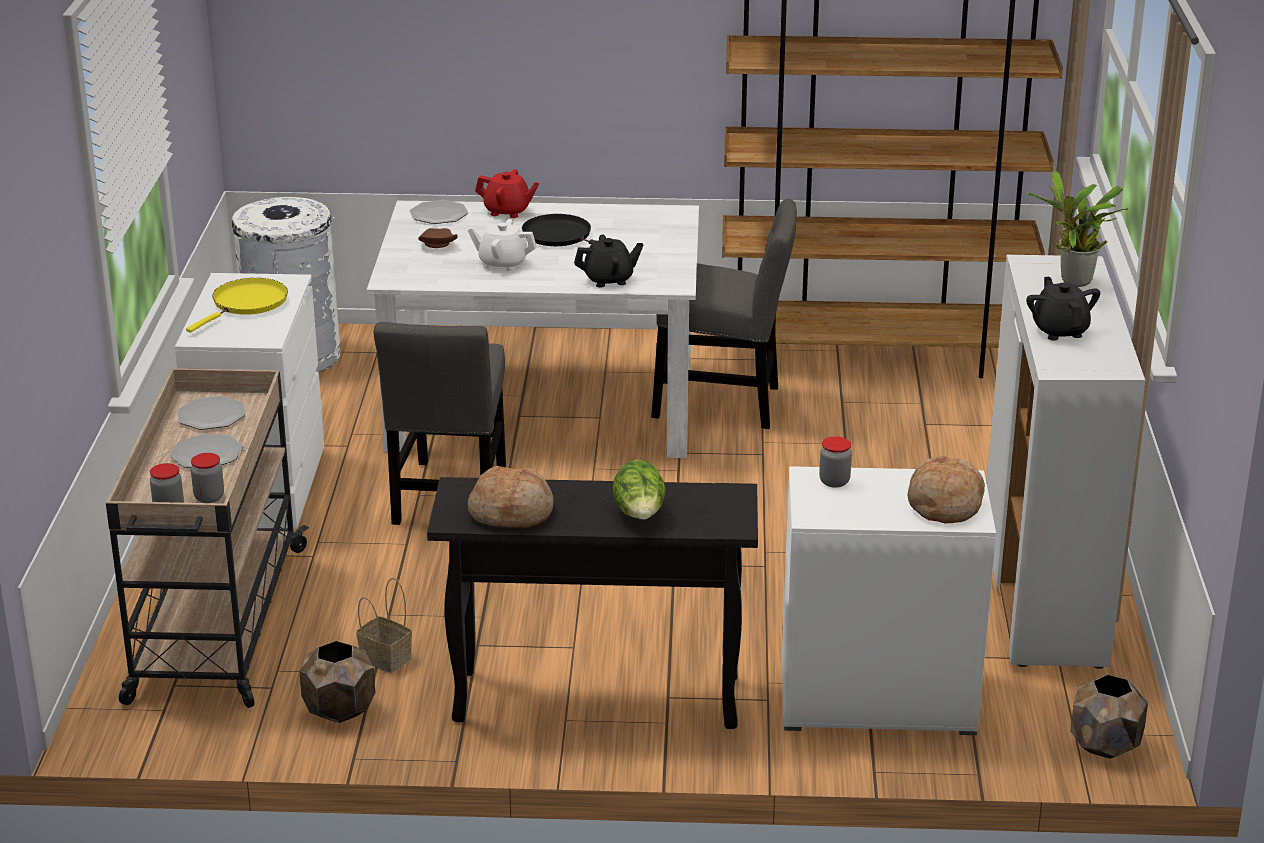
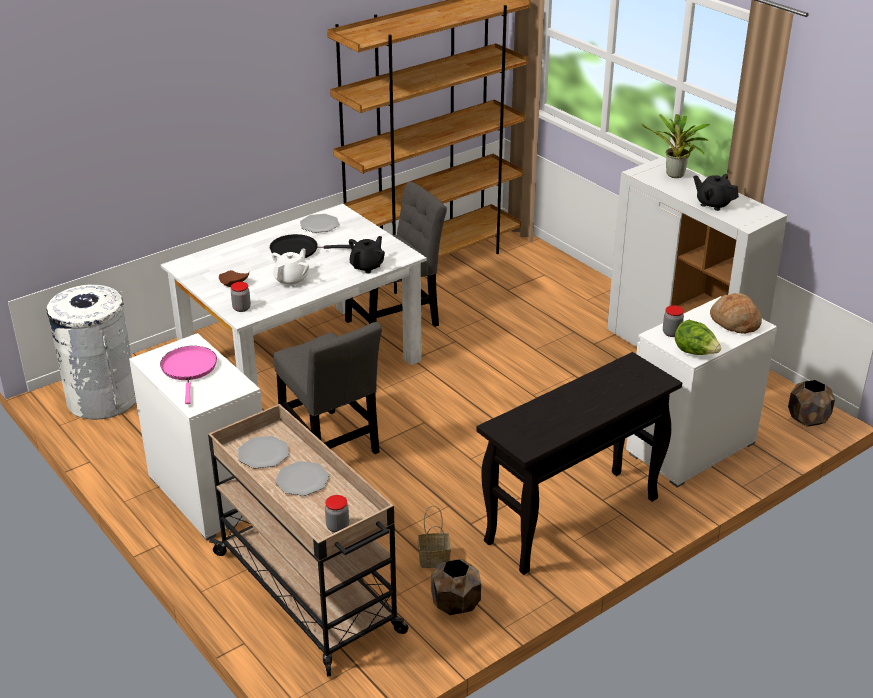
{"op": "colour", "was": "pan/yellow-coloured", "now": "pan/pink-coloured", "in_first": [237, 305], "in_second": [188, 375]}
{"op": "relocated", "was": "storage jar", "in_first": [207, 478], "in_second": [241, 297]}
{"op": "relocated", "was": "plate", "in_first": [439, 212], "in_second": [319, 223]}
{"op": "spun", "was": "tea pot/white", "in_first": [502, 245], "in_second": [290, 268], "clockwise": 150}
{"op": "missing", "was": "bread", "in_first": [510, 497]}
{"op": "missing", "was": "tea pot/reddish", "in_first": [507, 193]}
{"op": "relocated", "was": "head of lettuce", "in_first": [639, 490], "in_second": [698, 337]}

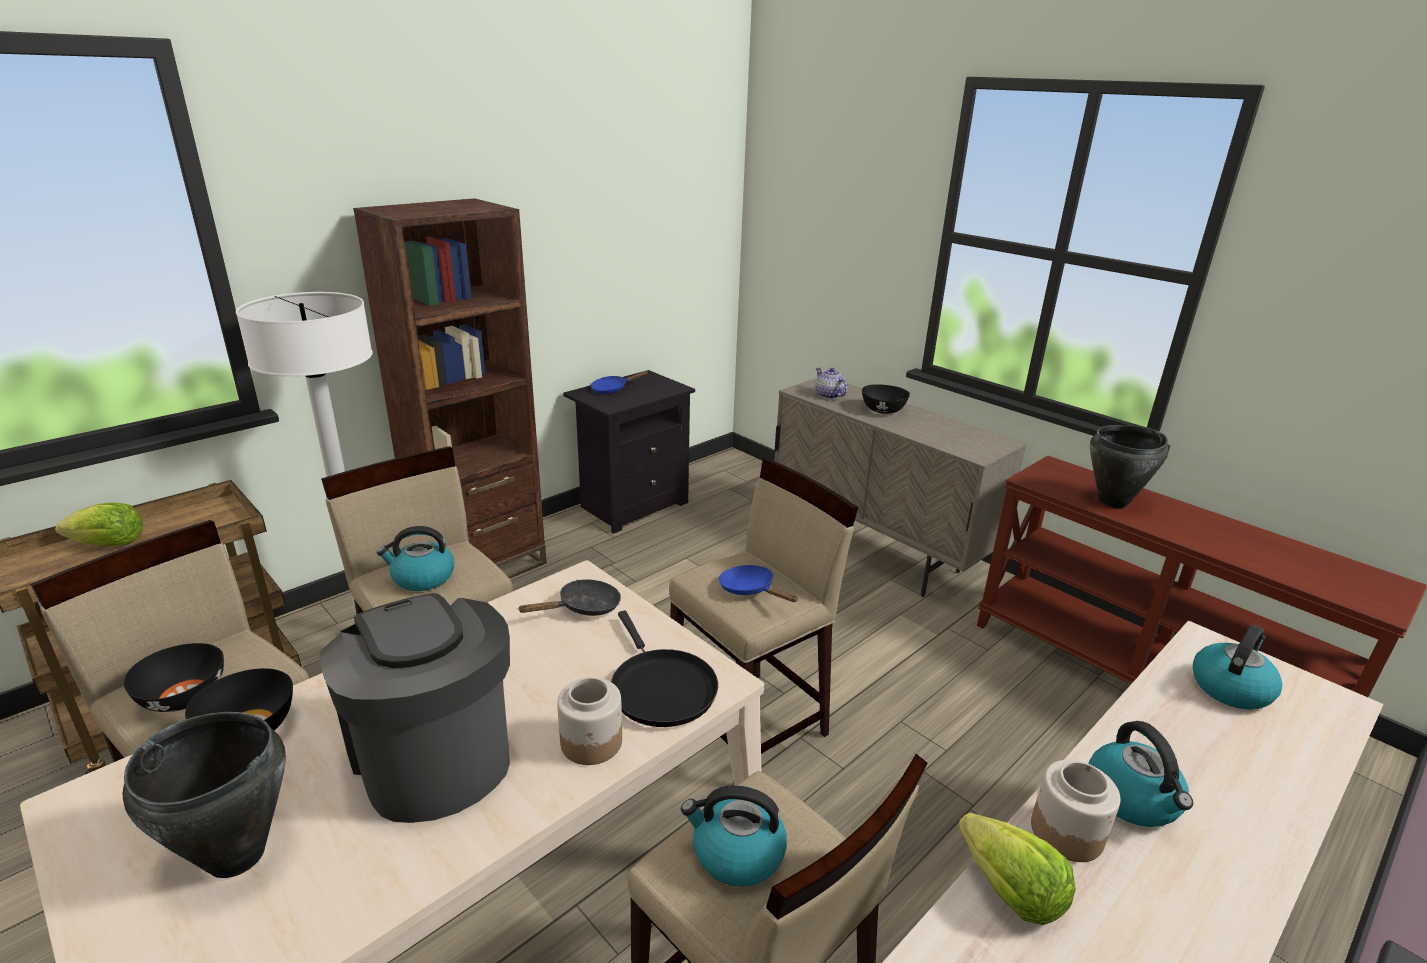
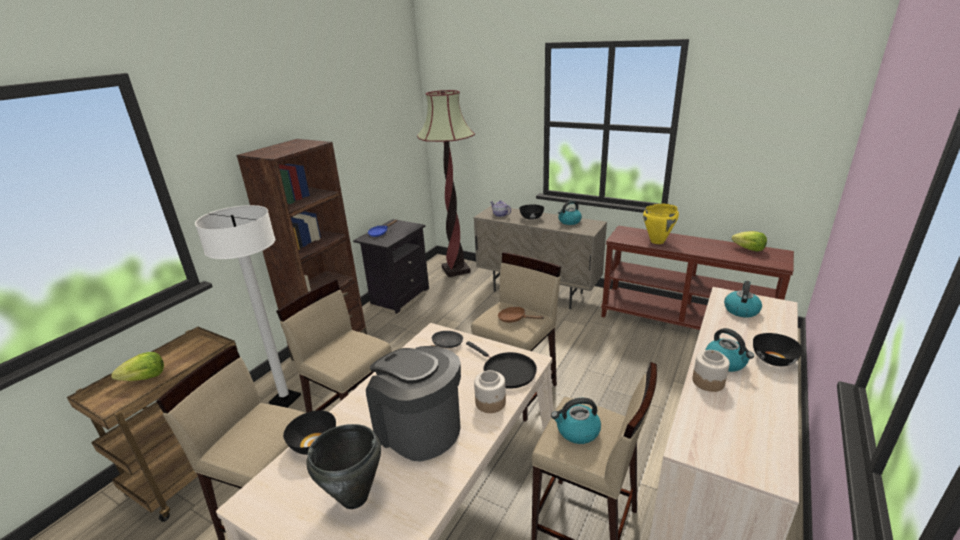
{"op": "relocated", "was": "deep dish/black", "in_first": [174, 677], "in_second": [778, 349]}
{"op": "relocated", "was": "kettle", "in_first": [415, 558], "in_second": [570, 212]}
{"op": "colour", "was": "pan/bluish", "now": "pan/brownish", "in_first": [758, 583], "in_second": [521, 315]}
{"op": "relocated", "was": "head of lettuce", "in_first": [1017, 869], "in_second": [749, 241]}
{"op": "colour", "was": "stockpot/black", "now": "stockpot/yellow-coloured", "in_first": [1129, 466], "in_second": [661, 224]}
{"op": "appeared", "now": "standard lamp", "in_second": [446, 183]}

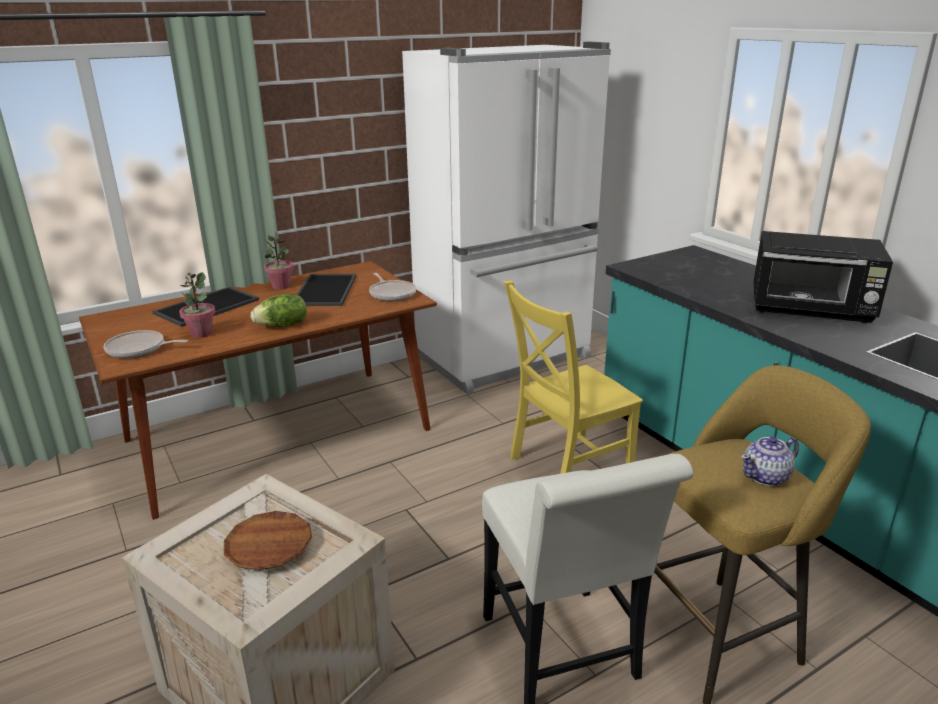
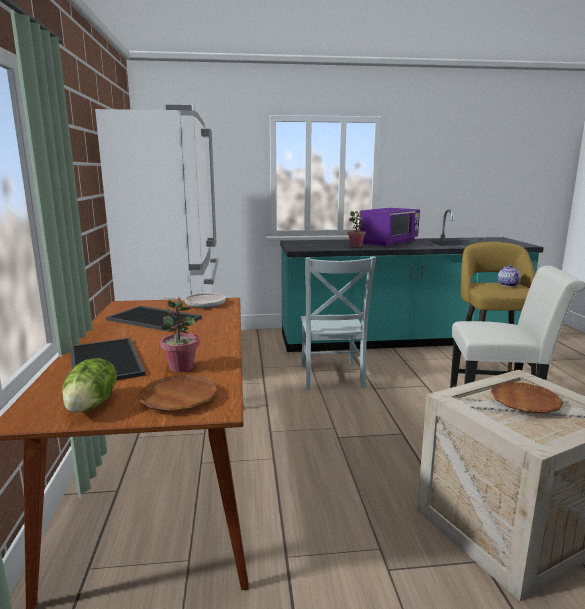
{"op": "exchanged", "was": "pan", "now": "plate/brownish", "in_first": [146, 344], "in_second": [178, 393]}
{"op": "relocated", "was": "head of lettuce", "in_first": [279, 310], "in_second": [89, 385]}
{"op": "relocated", "was": "plant in a pot", "in_first": [279, 261], "in_second": [356, 229]}
{"op": "colour", "was": "plain chair/yellow-coloured", "now": "plain chair/greyish", "in_first": [573, 377], "in_second": [338, 323]}
{"op": "colour", "was": "kitchen microwave/black", "now": "kitchen microwave/purple", "in_first": [823, 277], "in_second": [389, 227]}

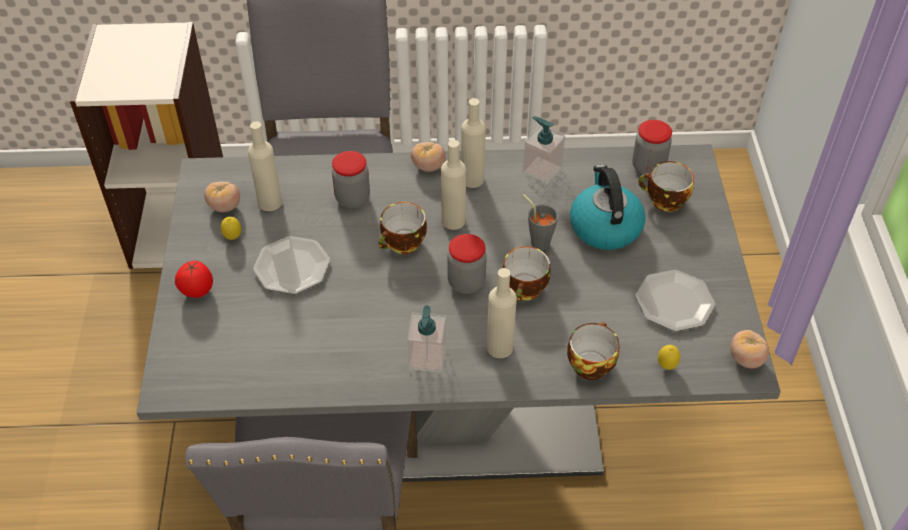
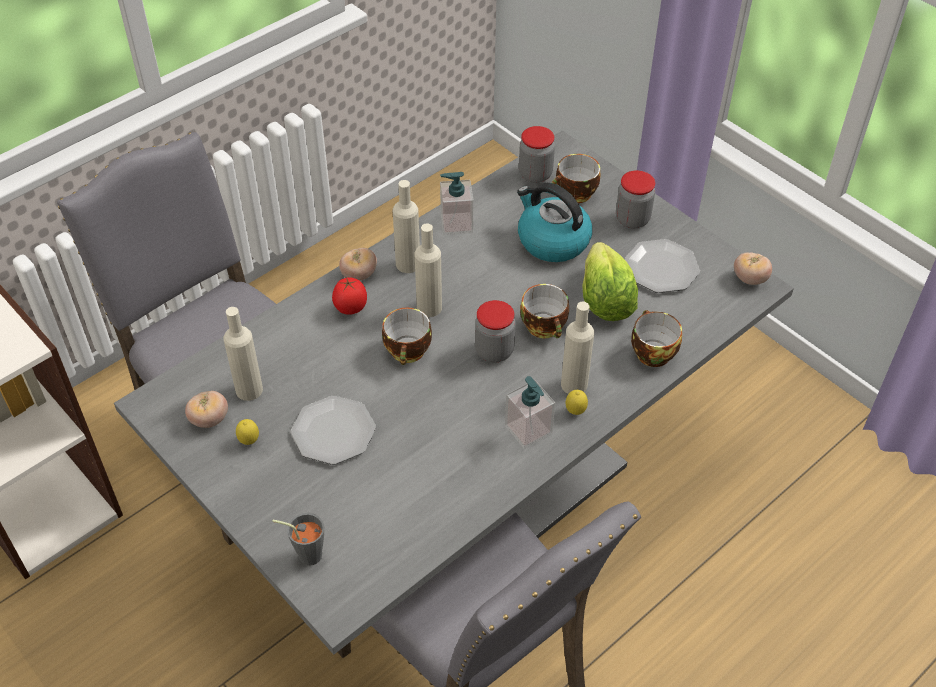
{"op": "relocated", "was": "tomato", "in_first": [194, 279], "in_second": [349, 296]}
{"op": "relocated", "was": "storage jar", "in_first": [351, 179], "in_second": [635, 199]}
{"op": "relocated", "was": "drinking cup/greyish", "in_first": [540, 222], "in_second": [298, 539]}
{"op": "relocated", "was": "whole lemon", "in_first": [669, 357], "in_second": [577, 402]}
{"op": "appeared", "now": "head of lettuce", "in_second": [610, 281]}

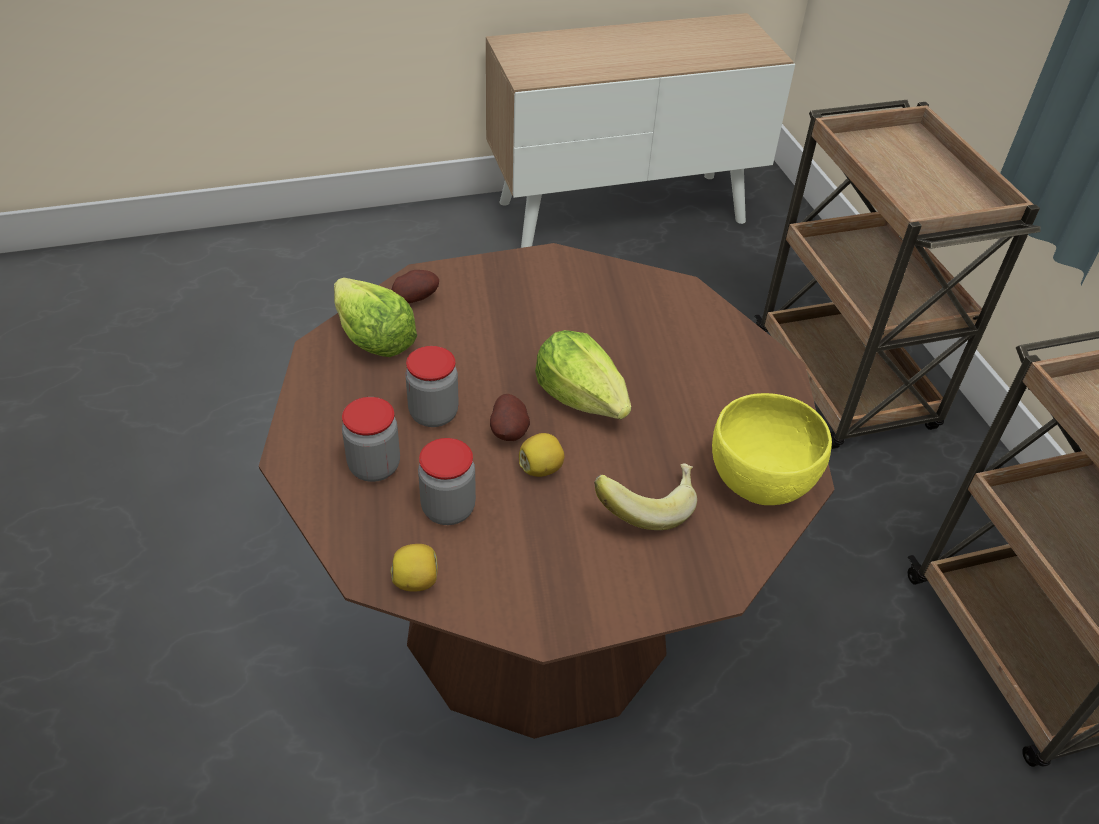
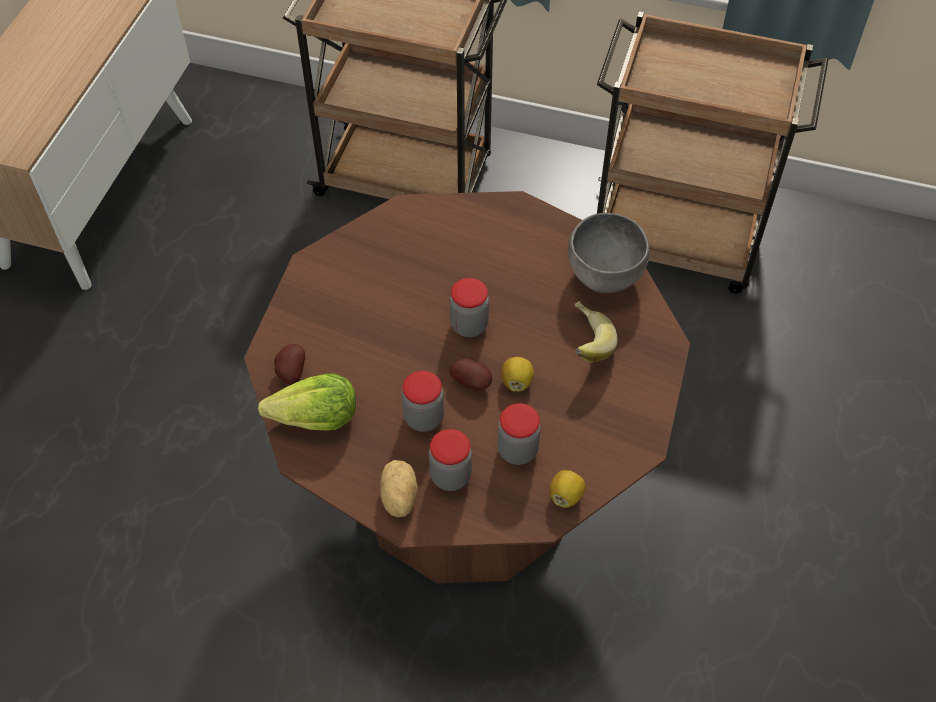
{"op": "exchanged", "was": "head of lettuce", "now": "storage jar", "in_first": [583, 374], "in_second": [469, 307]}
{"op": "colour", "was": "deep dish/yellow-coloured", "now": "deep dish/greyish", "in_first": [772, 449], "in_second": [609, 253]}
{"op": "appeared", "now": "whole potato", "in_second": [399, 488]}

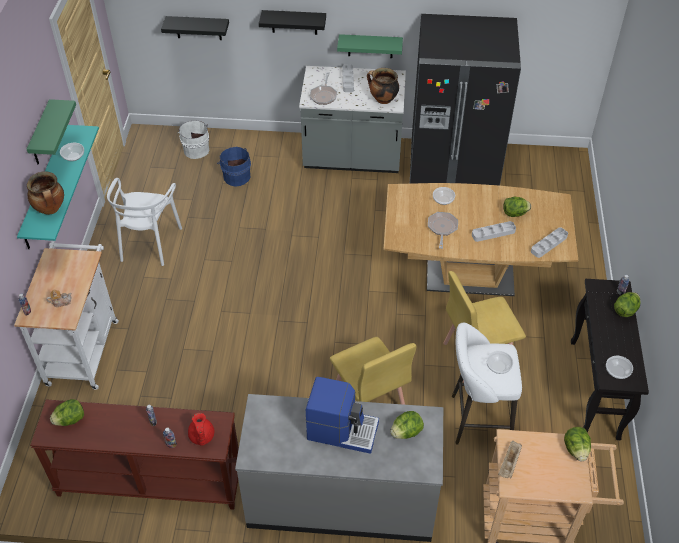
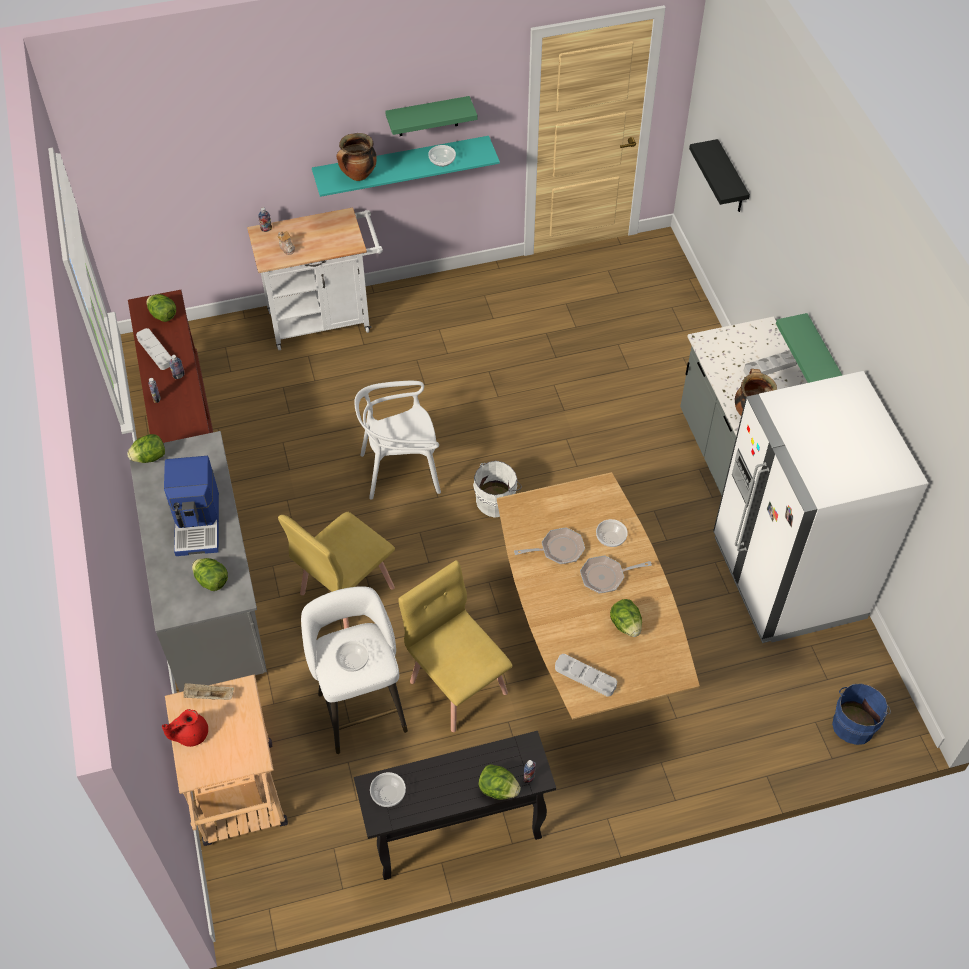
{"op": "relocated", "was": "plain chair/white", "in_first": [144, 222], "in_second": [397, 440]}
{"op": "relocated", "was": "pail/white", "in_first": [193, 139], "in_second": [497, 489]}
{"op": "relocated", "was": "tea pot/reddish", "in_first": [201, 429], "in_second": [185, 728]}
{"op": "relocated", "was": "pail/bluish", "in_first": [234, 167], "in_second": [861, 714]}
{"op": "missing", "was": "wall shelf/black", "in_first": [292, 22]}
{"op": "relocated", "was": "pan", "in_first": [323, 88], "in_second": [616, 574]}
{"op": "colour", "was": "refrigerator/black", "now": "refrigerator/white", "in_first": [465, 100], "in_second": [820, 507]}
{"op": "relocated", "was": "serving tray/greyish", "in_first": [494, 231], "in_second": [154, 349]}
{"op": "relocated", "was": "head of lettuce", "in_first": [577, 444], "in_second": [146, 448]}

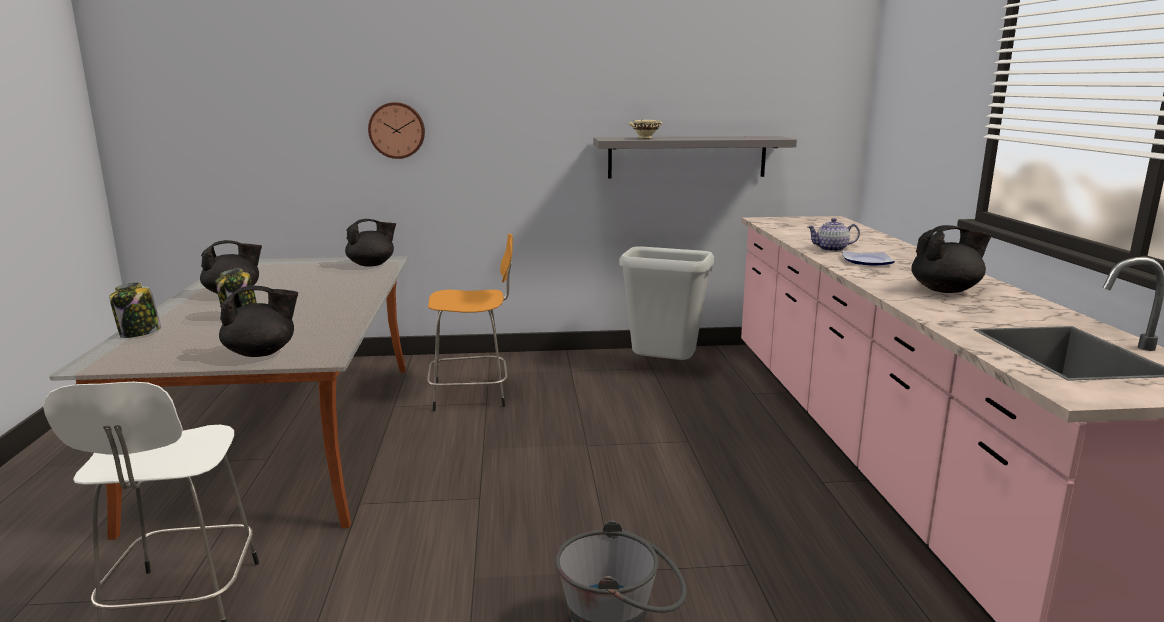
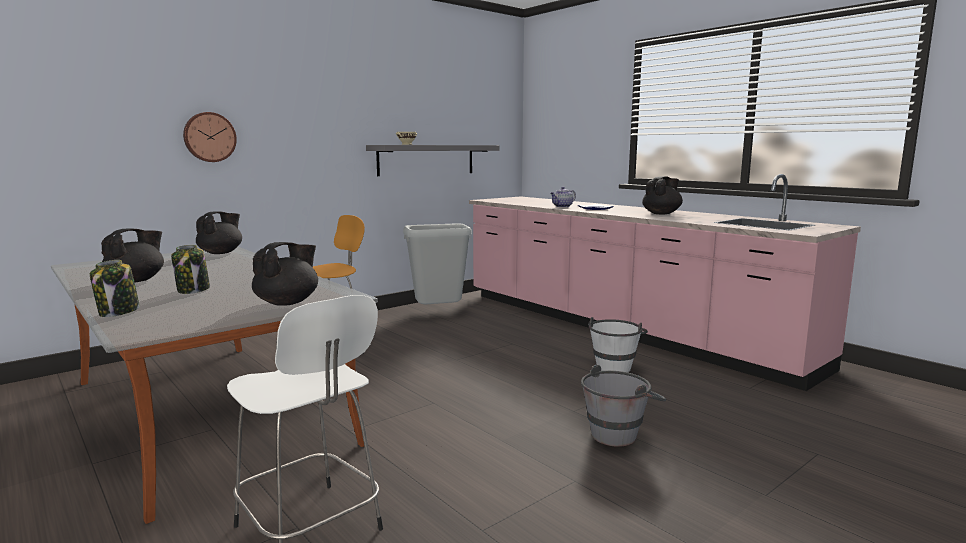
{"op": "appeared", "now": "pail/white", "in_second": [618, 344]}

